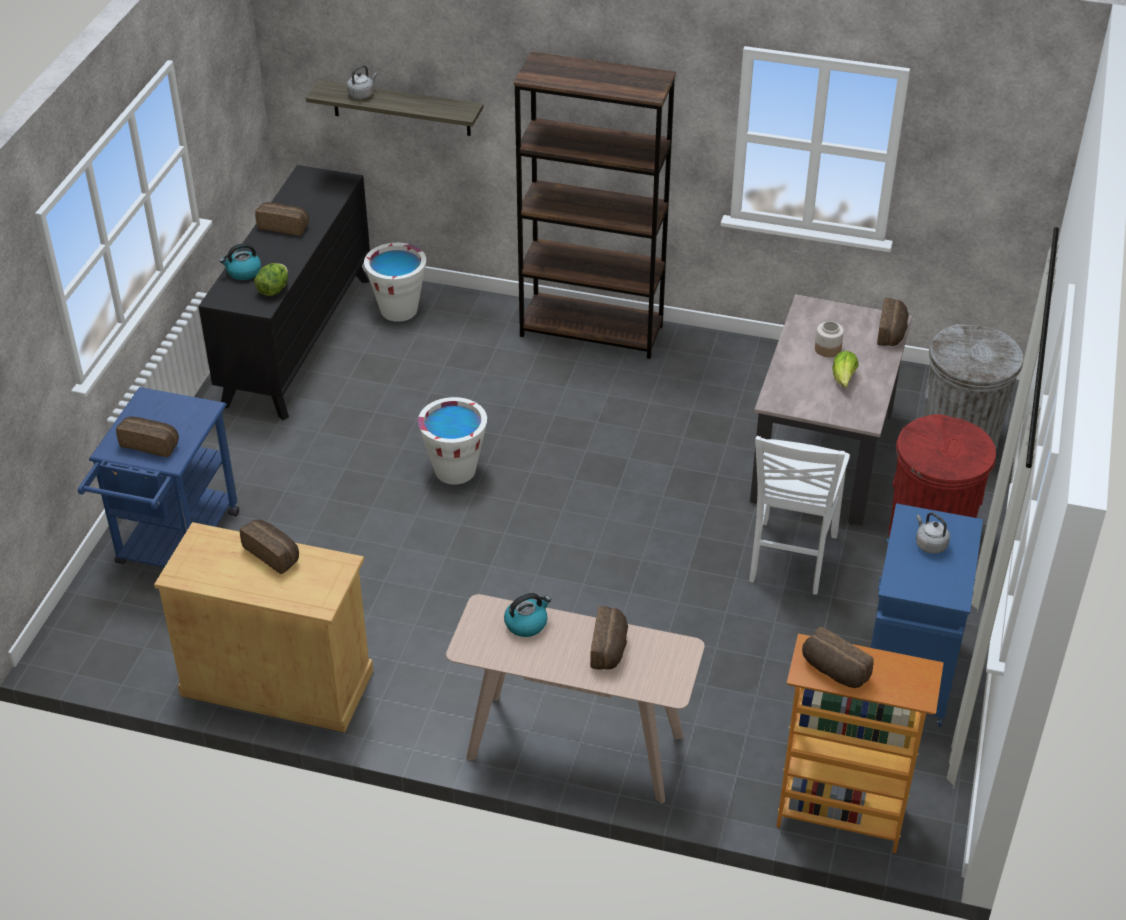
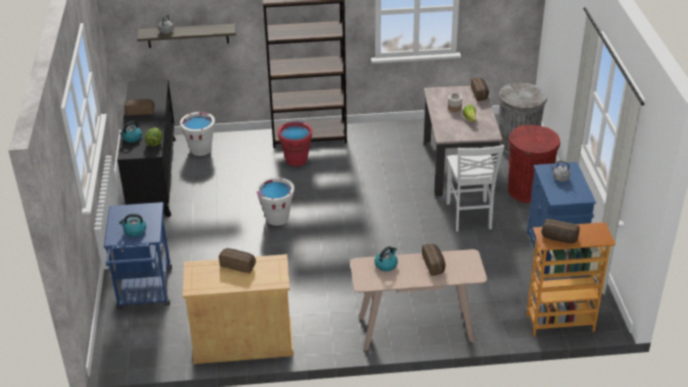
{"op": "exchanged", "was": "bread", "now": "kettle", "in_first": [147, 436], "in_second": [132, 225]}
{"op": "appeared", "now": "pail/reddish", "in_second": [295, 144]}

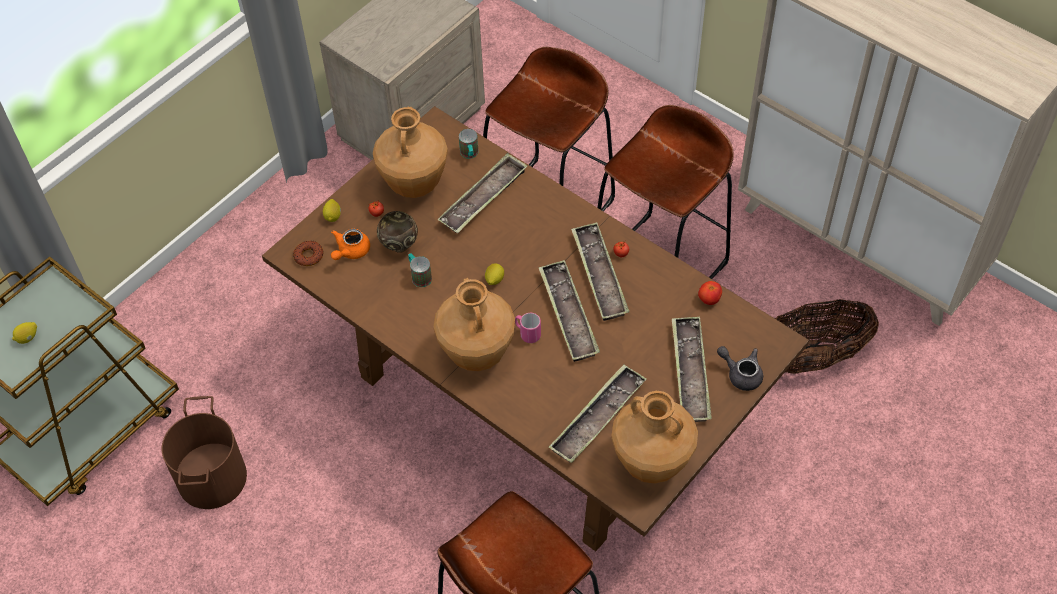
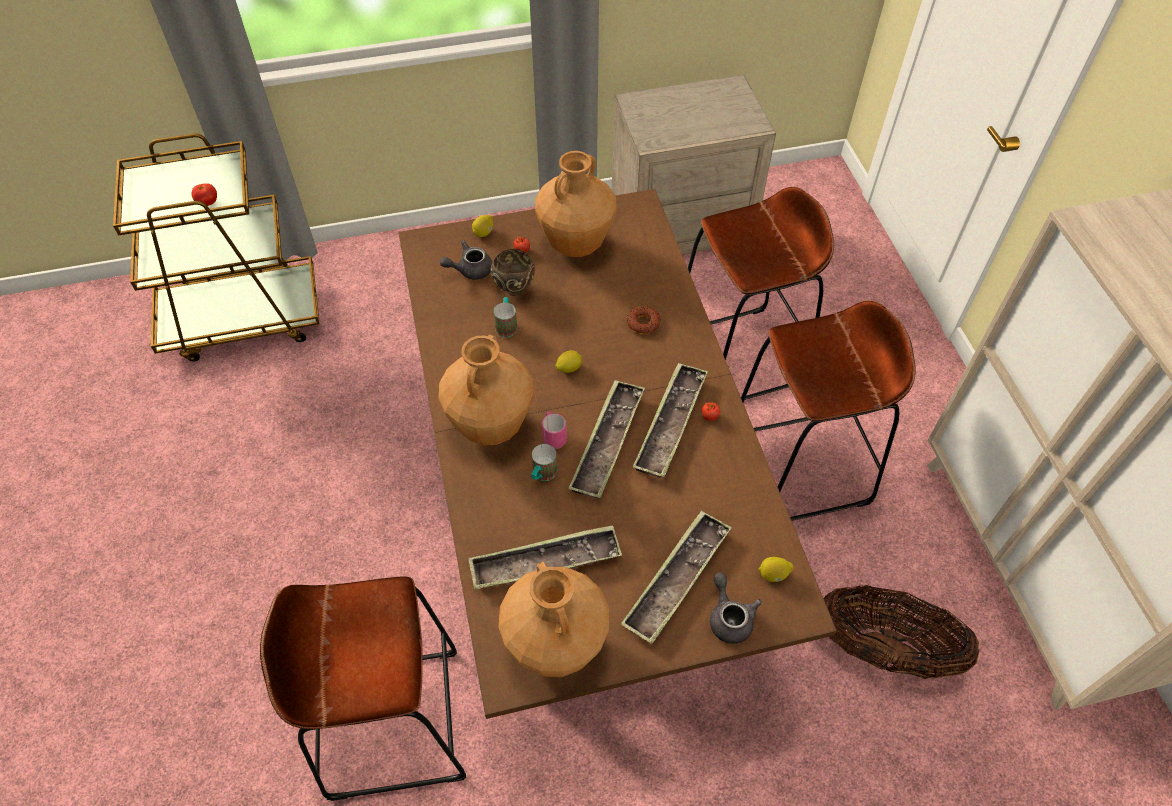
{"op": "relocated", "was": "whole lemon", "in_first": [24, 333], "in_second": [775, 569]}
{"op": "missing", "was": "pail/brownish", "in_first": [204, 452]}
{"op": "relocated", "was": "ring doughnut", "in_first": [308, 253], "in_second": [644, 320]}
{"op": "colour", "was": "tea pot/orange-coloured", "now": "tea pot/greyish", "in_first": [350, 244], "in_second": [466, 260]}
{"op": "missing", "was": "serving tray", "in_first": [482, 193]}
{"op": "relocated", "was": "mug", "in_first": [469, 144], "in_second": [544, 462]}
{"op": "relocated", "was": "tomato", "in_first": [710, 293], "in_second": [204, 194]}

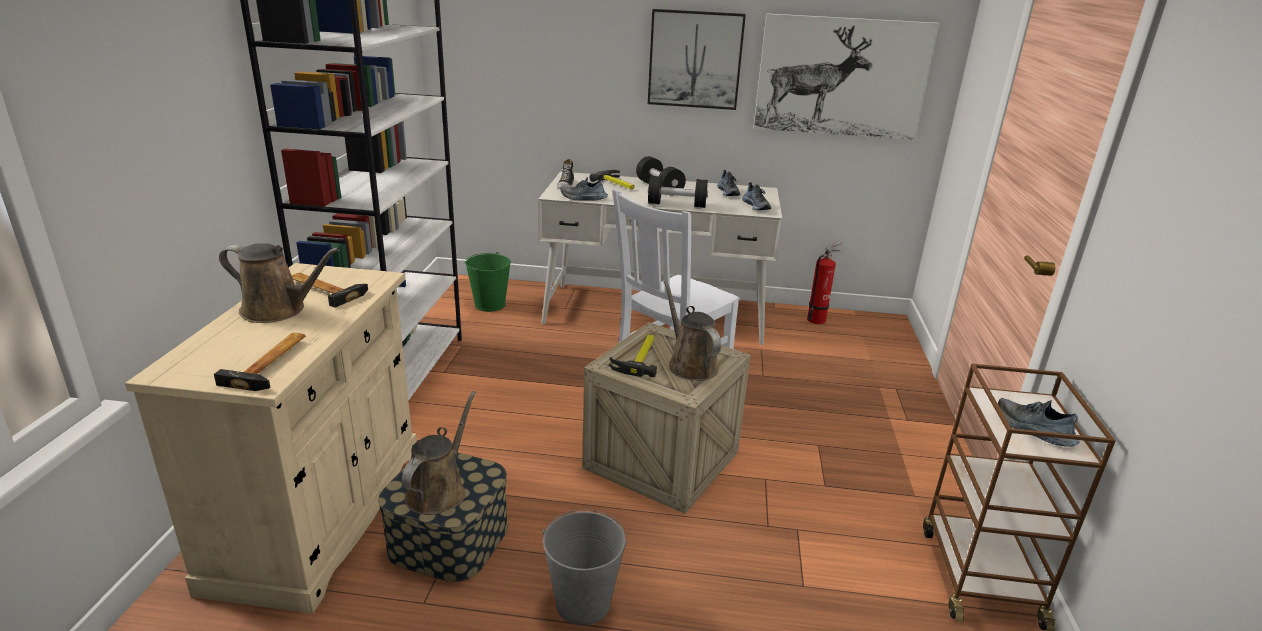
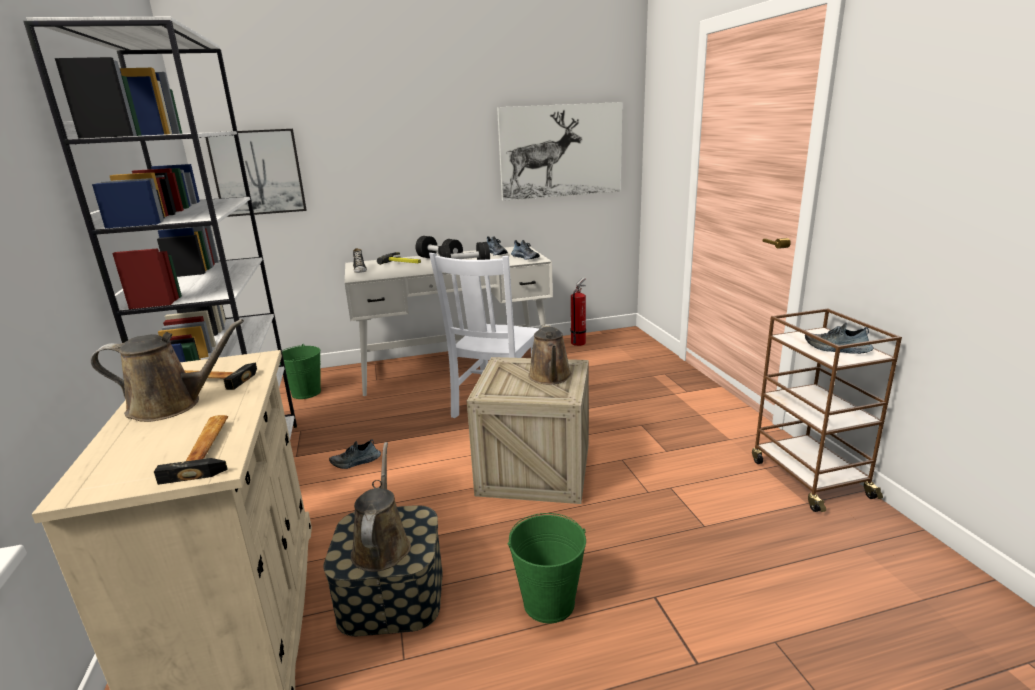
{"op": "colour", "was": "pail/greyish", "now": "pail/greenish", "in_first": [585, 567], "in_second": [547, 568]}
{"op": "relocated", "was": "low shoe", "in_first": [584, 189], "in_second": [355, 454]}
{"op": "missing", "was": "tool hammer", "in_first": [633, 356]}
{"op": "relocated", "was": "wall picture", "in_first": [697, 59], "in_second": [256, 173]}
{"op": "spun", "was": "watering pot/brownish", "in_first": [692, 330], "in_second": [550, 354], "clockwise": -135}

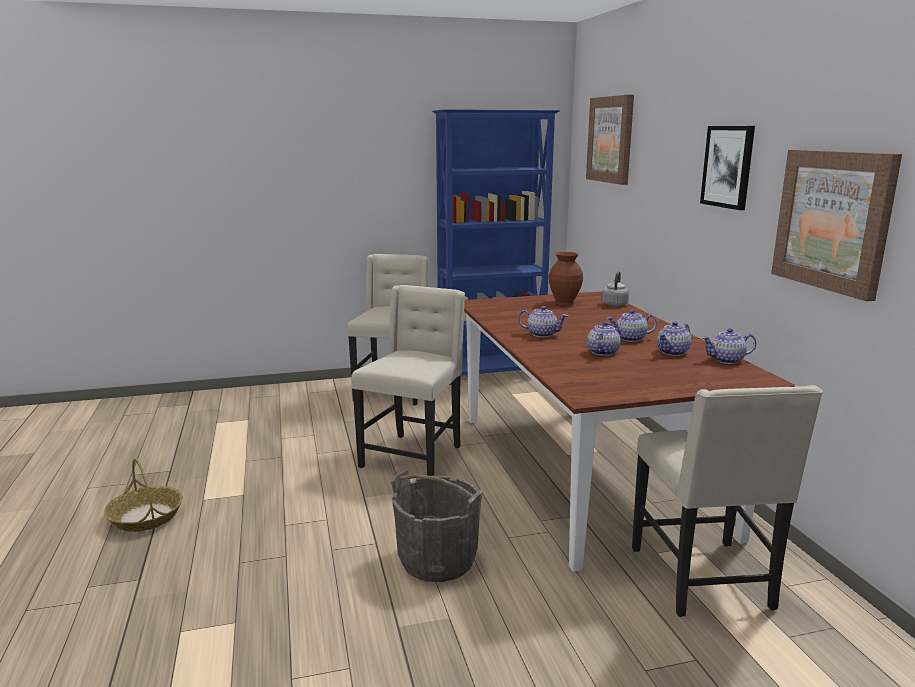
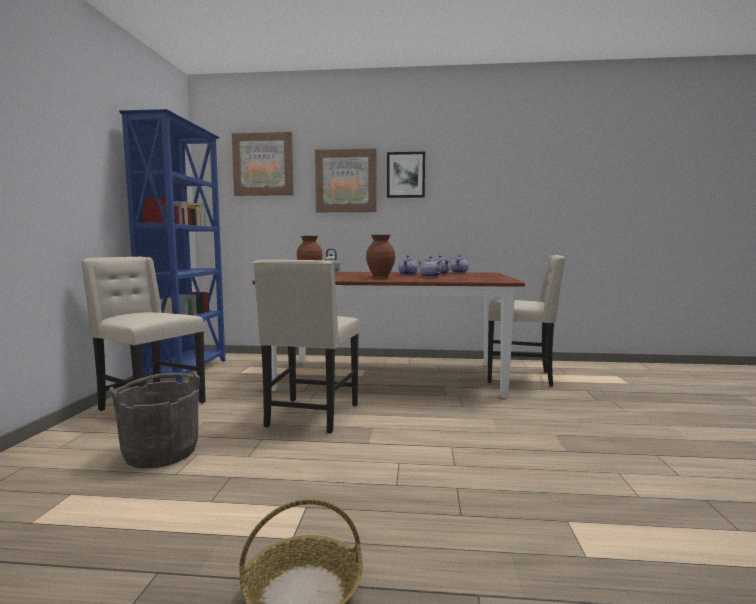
{"op": "spun", "was": "plain chair/beige", "in_first": [408, 380], "in_second": [306, 346], "clockwise": -120}
{"op": "relocated", "was": "pail/greyish", "in_first": [437, 526], "in_second": [154, 420]}
{"op": "exchanged", "was": "tea pot", "now": "vase/brownish", "in_first": [543, 321], "in_second": [380, 257]}
{"op": "relocated", "was": "wall picture", "in_first": [836, 225], "in_second": [345, 180]}

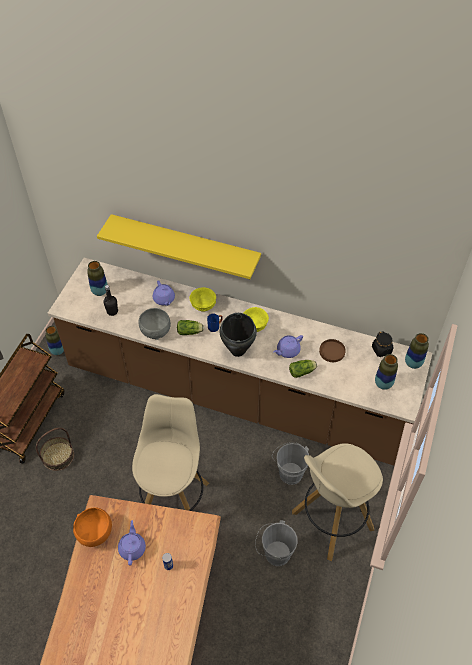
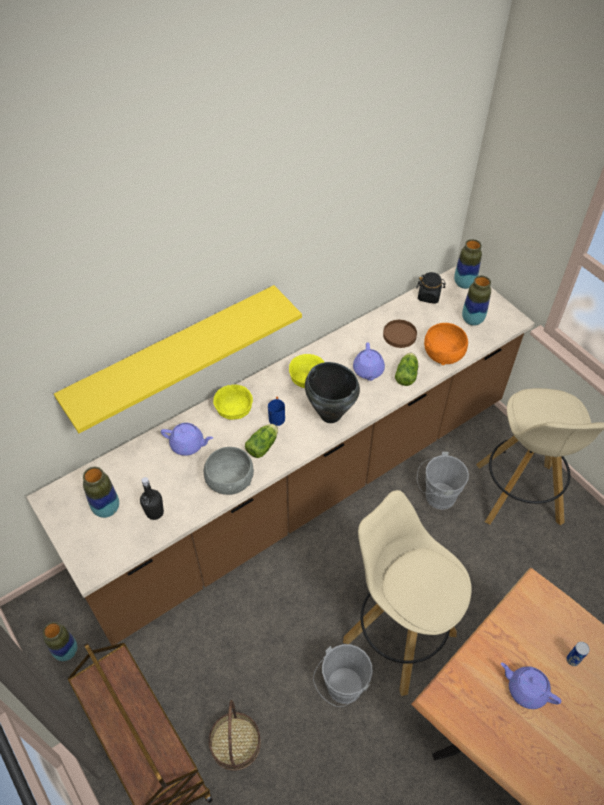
{"op": "relocated", "was": "deep dish/orange-coloured", "in_first": [92, 527], "in_second": [446, 344]}
{"op": "relocated", "was": "pail/greyish", "in_first": [276, 543], "in_second": [343, 675]}

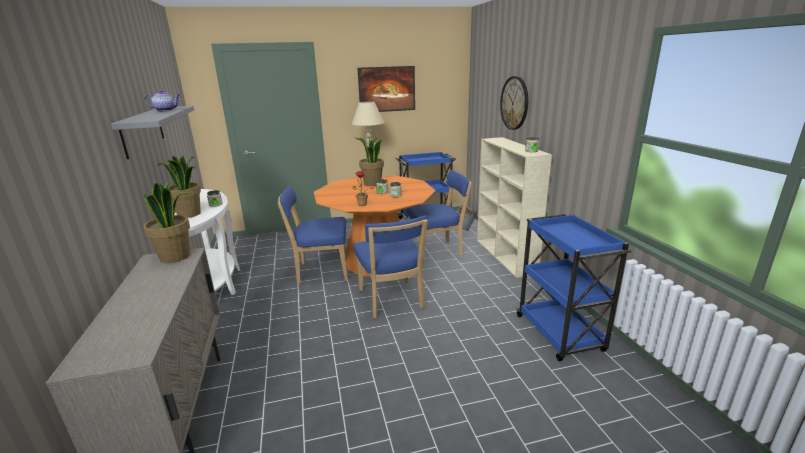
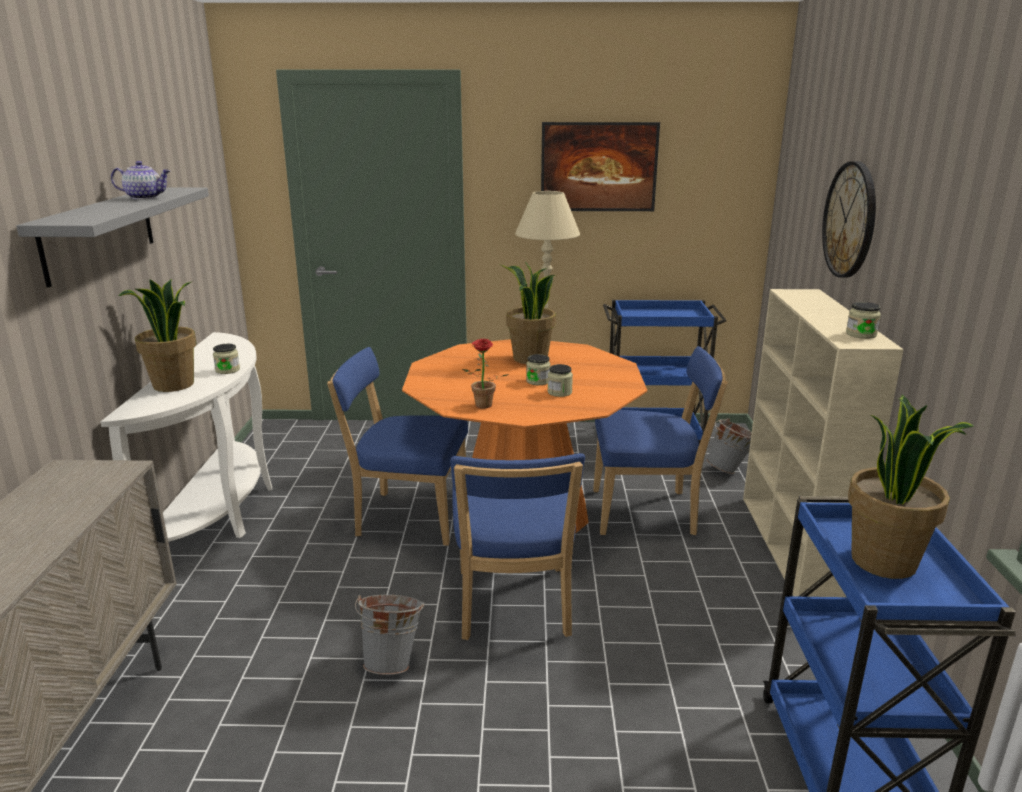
{"op": "relocated", "was": "plant in a pot", "in_first": [166, 222], "in_second": [911, 487]}
{"op": "appeared", "now": "pail/greyish", "in_second": [389, 635]}

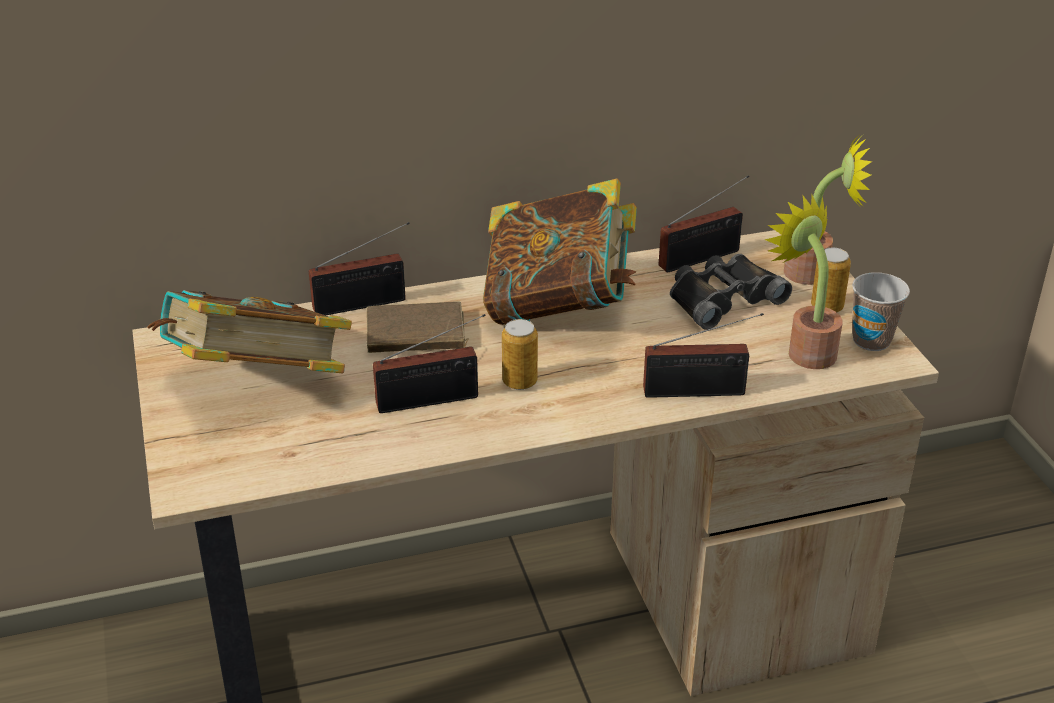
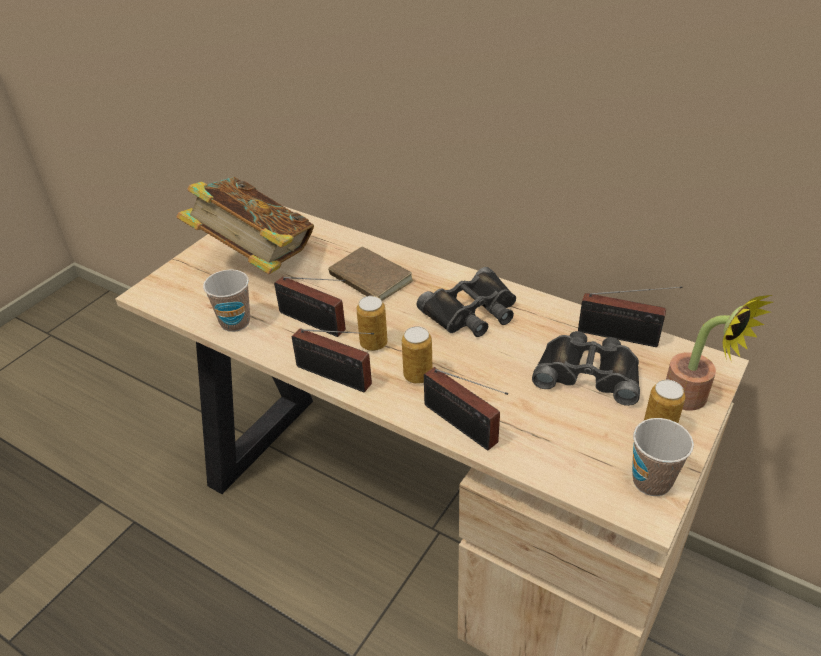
{"op": "relocated", "was": "radio set", "in_first": [359, 268], "in_second": [333, 360]}
{"op": "exchanged", "was": "book", "now": "binoculars/black", "in_first": [560, 251], "in_second": [466, 302]}
{"op": "missing", "was": "plant in a pot", "in_first": [803, 281]}
{"op": "appeared", "now": "drinking cup", "in_second": [226, 300]}
{"op": "appeared", "now": "metal can", "in_second": [417, 355]}

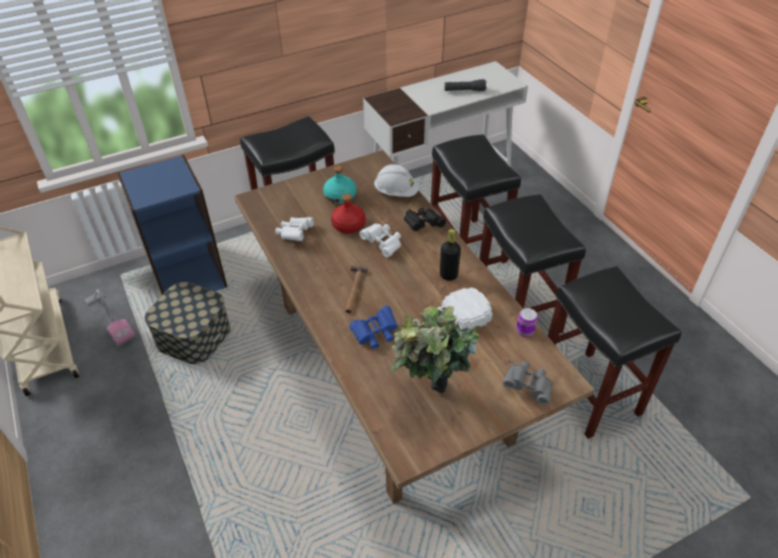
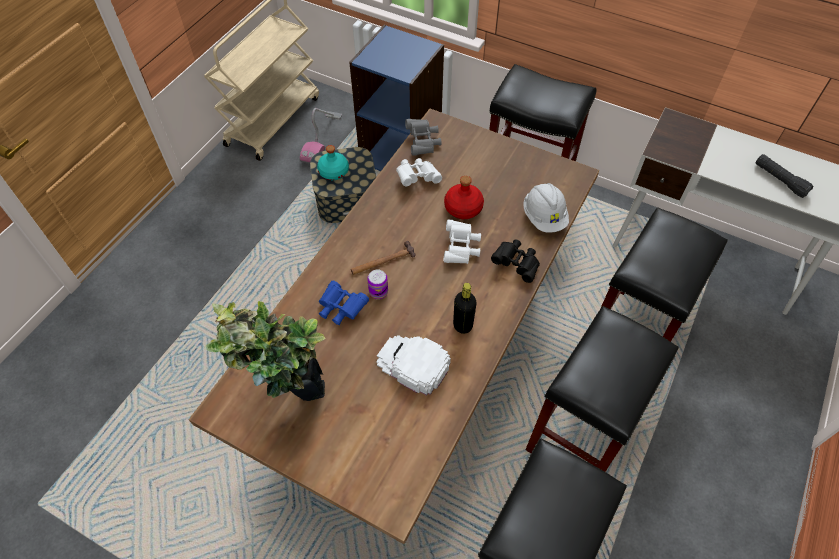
{"op": "relocated", "was": "drink bottle/turquoise", "in_first": [339, 184], "in_second": [333, 162]}
{"op": "relocated", "was": "binoculars/greyish", "in_first": [527, 383], "in_second": [423, 137]}
{"op": "relocated", "was": "metal can", "in_first": [527, 322], "in_second": [377, 284]}

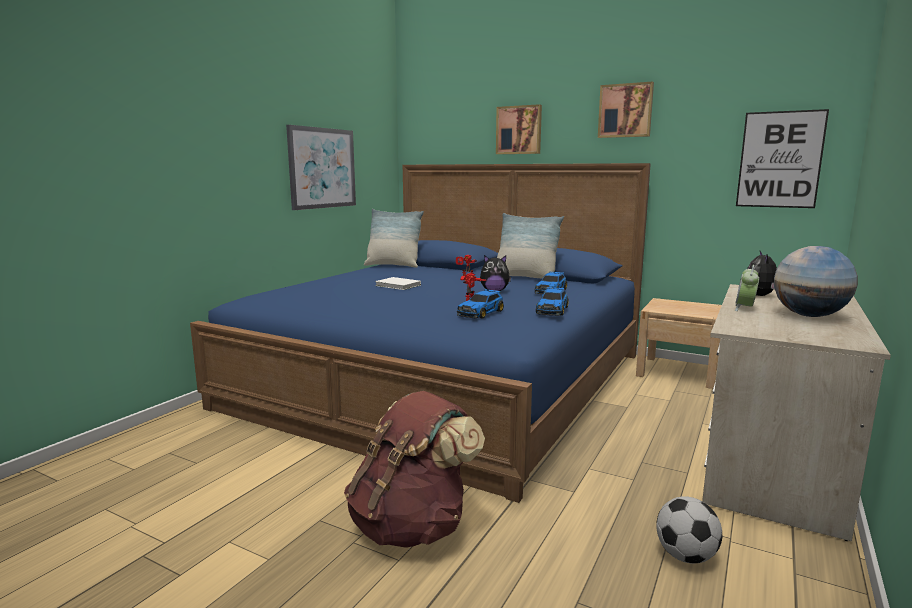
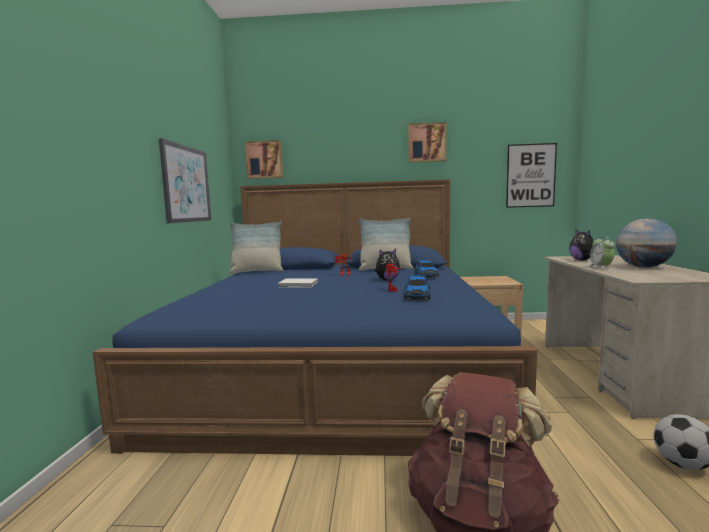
{"op": "relocated", "was": "wall picture", "in_first": [519, 129], "in_second": [264, 159]}
{"op": "missing", "was": "model car", "in_first": [552, 301]}

